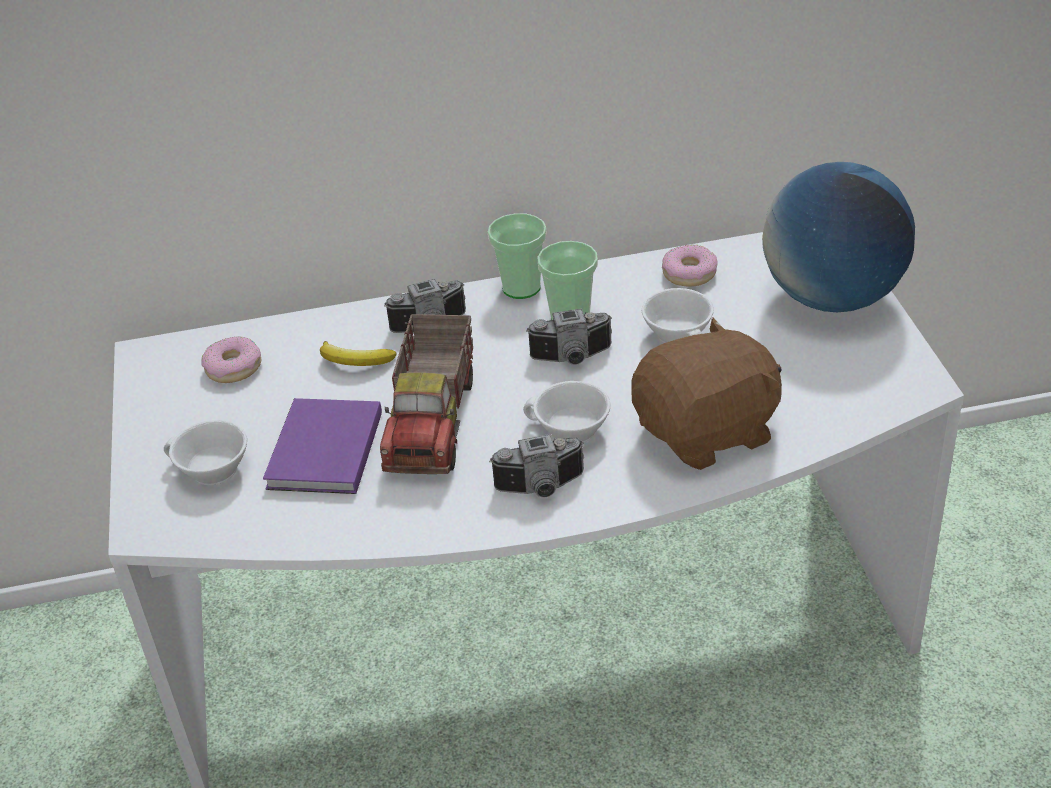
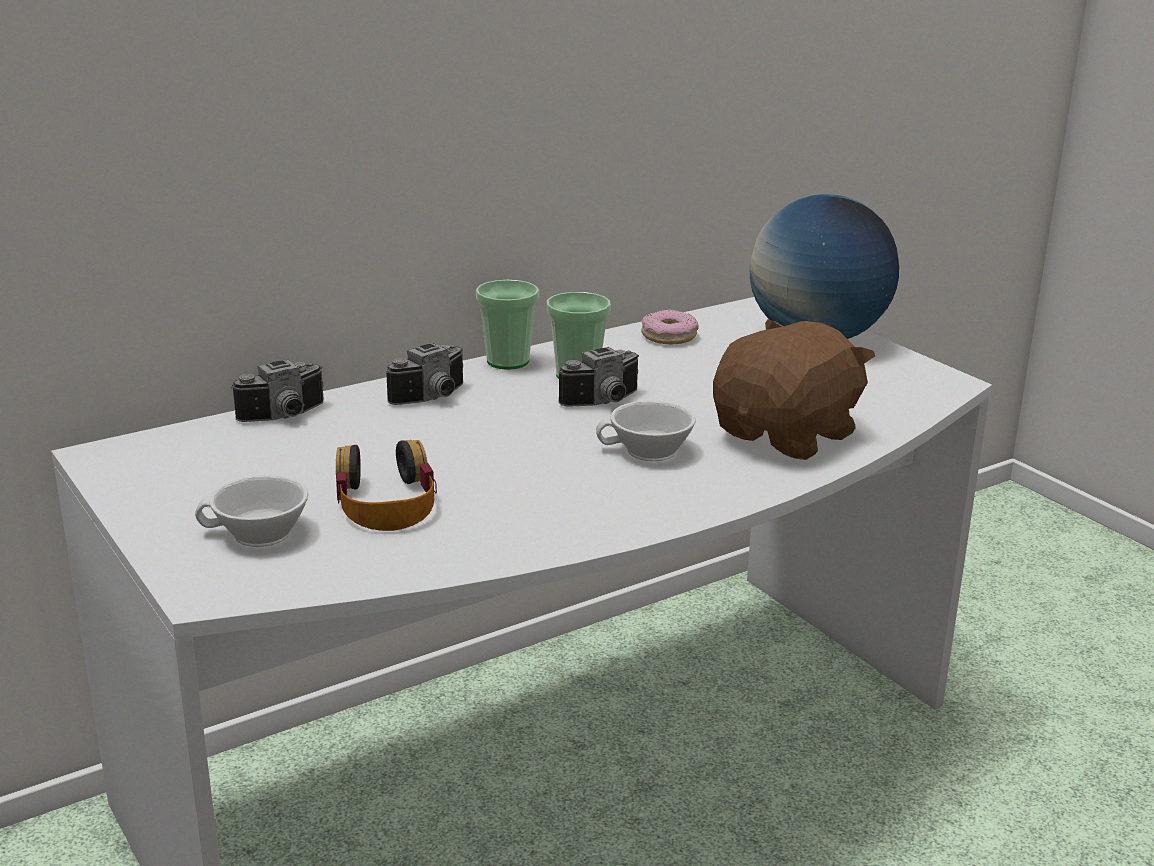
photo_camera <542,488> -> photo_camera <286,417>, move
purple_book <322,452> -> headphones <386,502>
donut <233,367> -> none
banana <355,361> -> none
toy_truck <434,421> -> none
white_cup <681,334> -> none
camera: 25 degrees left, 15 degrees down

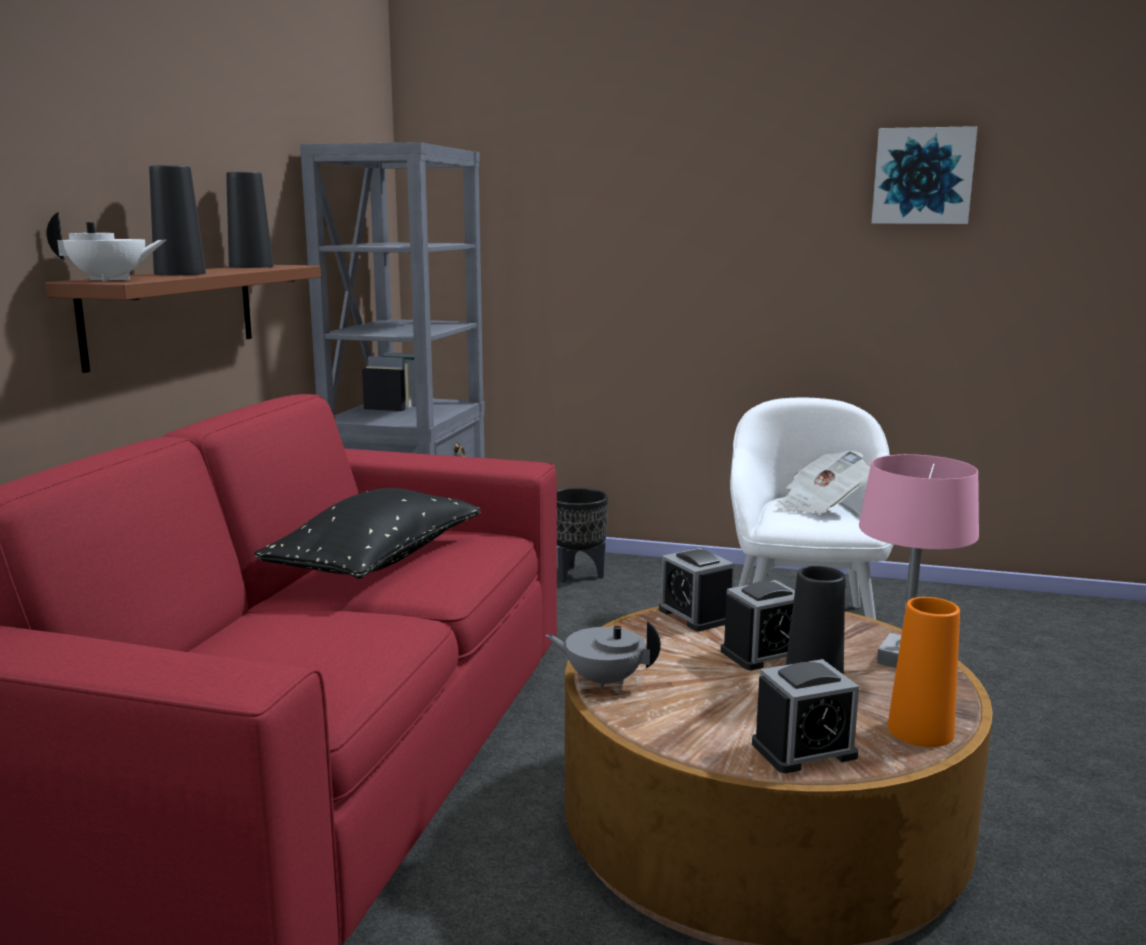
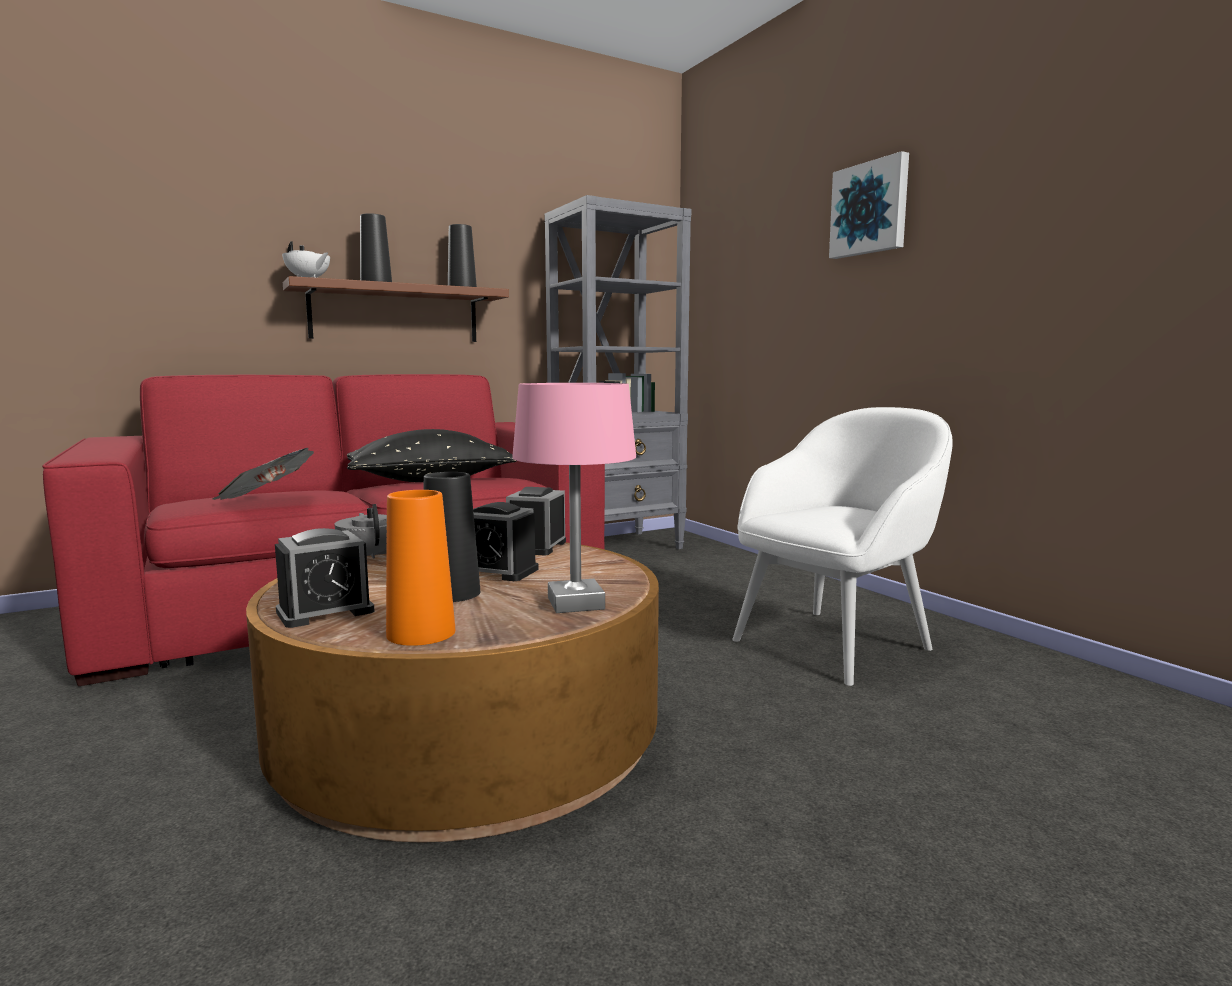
newspaper <820,506> -> newspaper <266,500>, move
alarm_clock <804,750> -> alarm_clock <325,612>, 60 degrees counterclockwise
picture <922,176> -> picture <870,209>, move
black_planter <578,575> -> none
camera: 45 degrees right, 5 degrees down

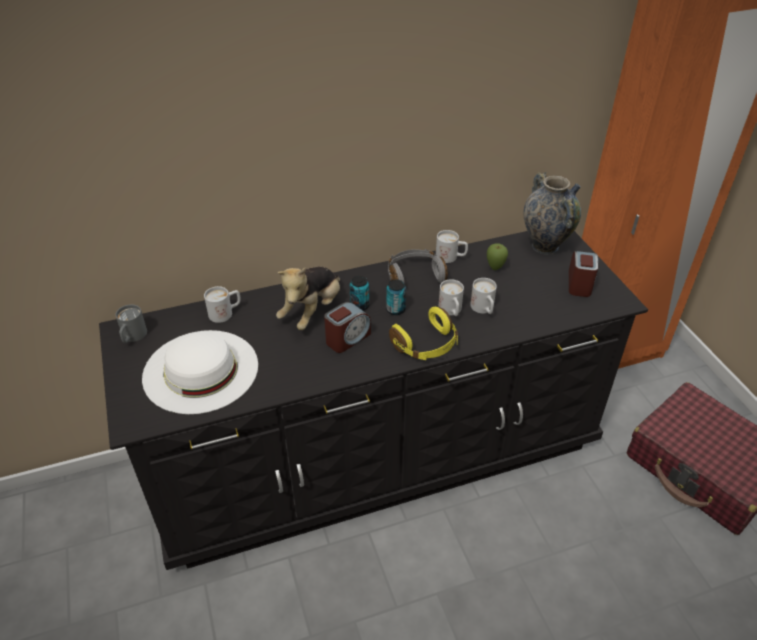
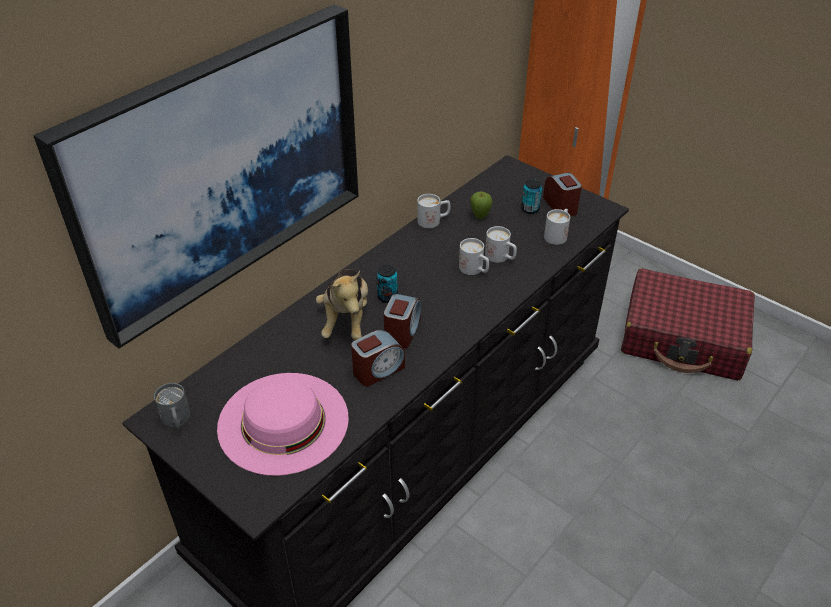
none -> picture <222,168>
white_hat <201,370> -> pink_hat <283,422>
none -> alarm_clock <378,370>
can <395,309> -> can <530,209>, move
white_mug <225,313> -> white_mug <557,235>, move
grey_headphones <414,276> -> none
yellow_headphones <426,345> -> none
vase <545,246> -> none
camera: 30 degrees left, 0 degrees up

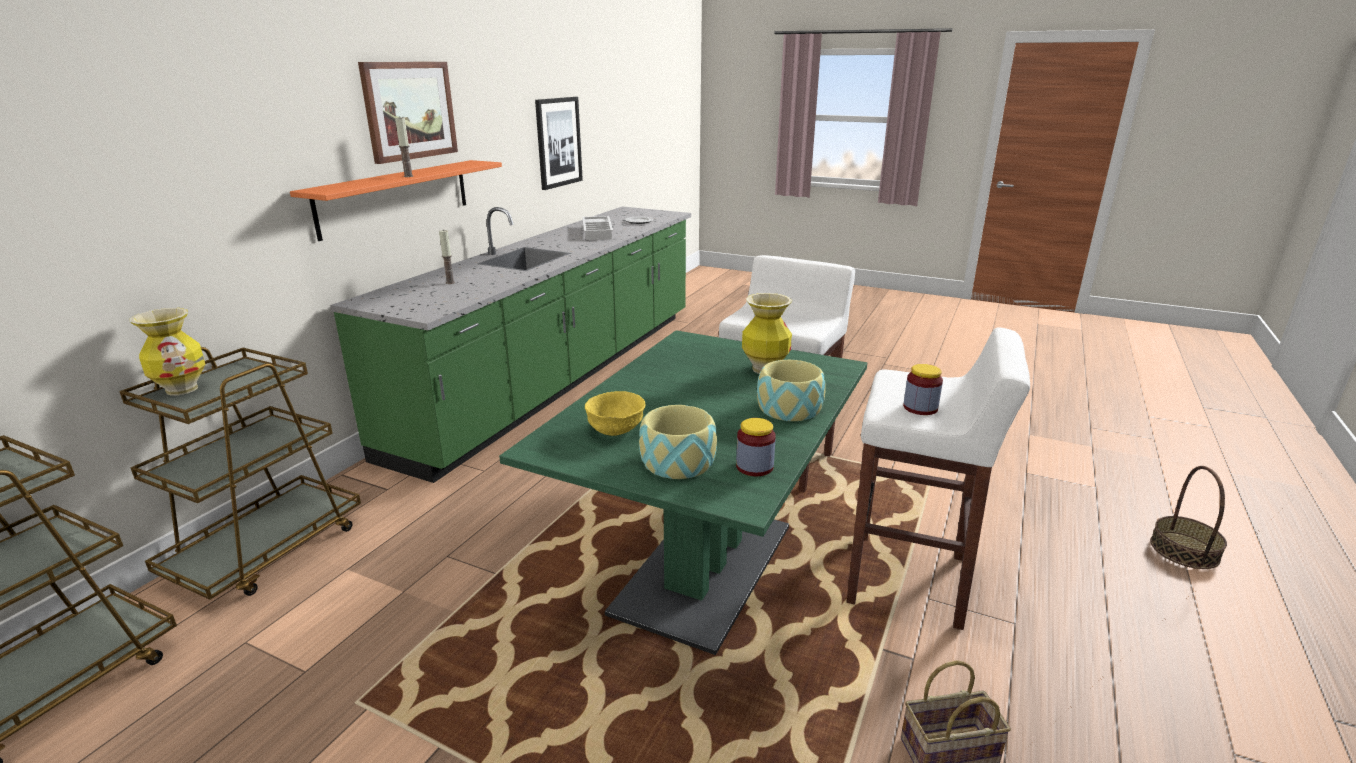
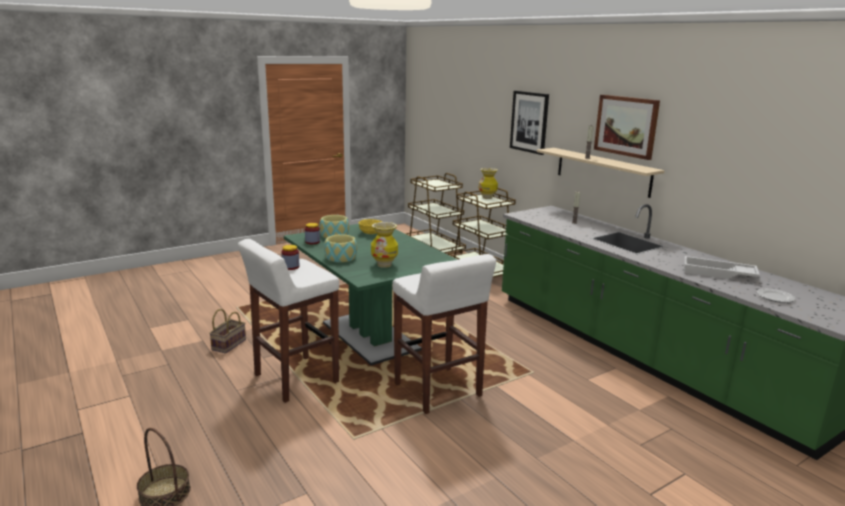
picture <558,142> -> picture <529,122>, move
orange_shelf <395,197> -> beige_shelf <602,171>
camera: 120 degrees right, 5 degrees down

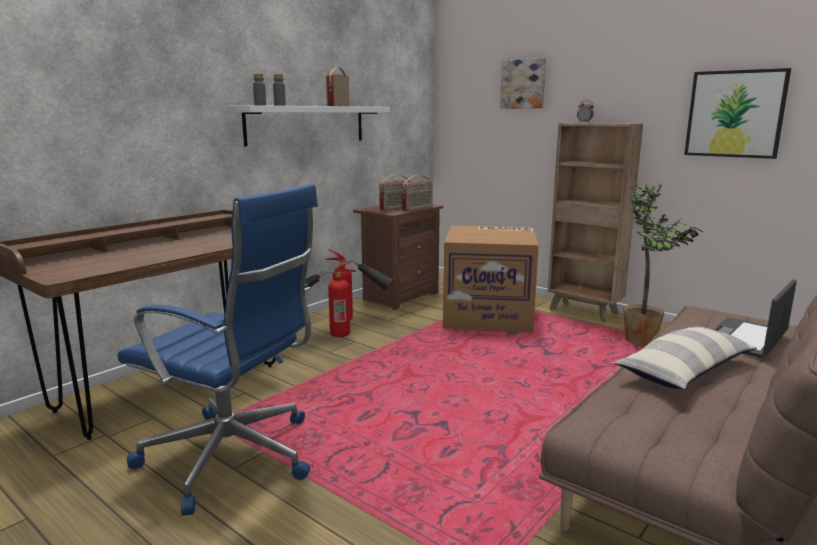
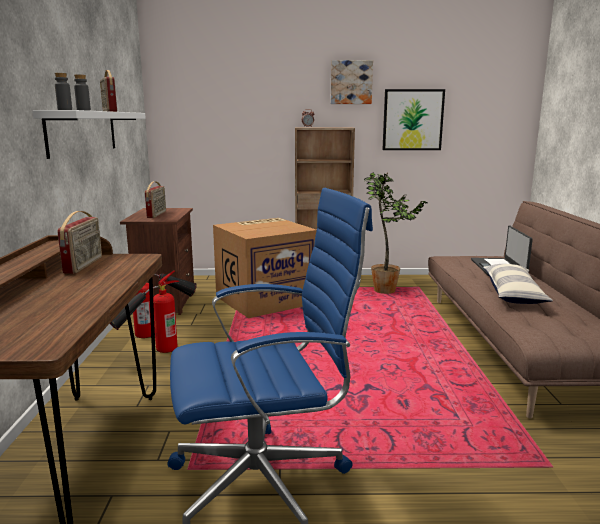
radio <418,208> -> radio <84,265>, move
picture <523,84> -> picture <351,82>, move
camera: 40 degrees left, 0 degrees up

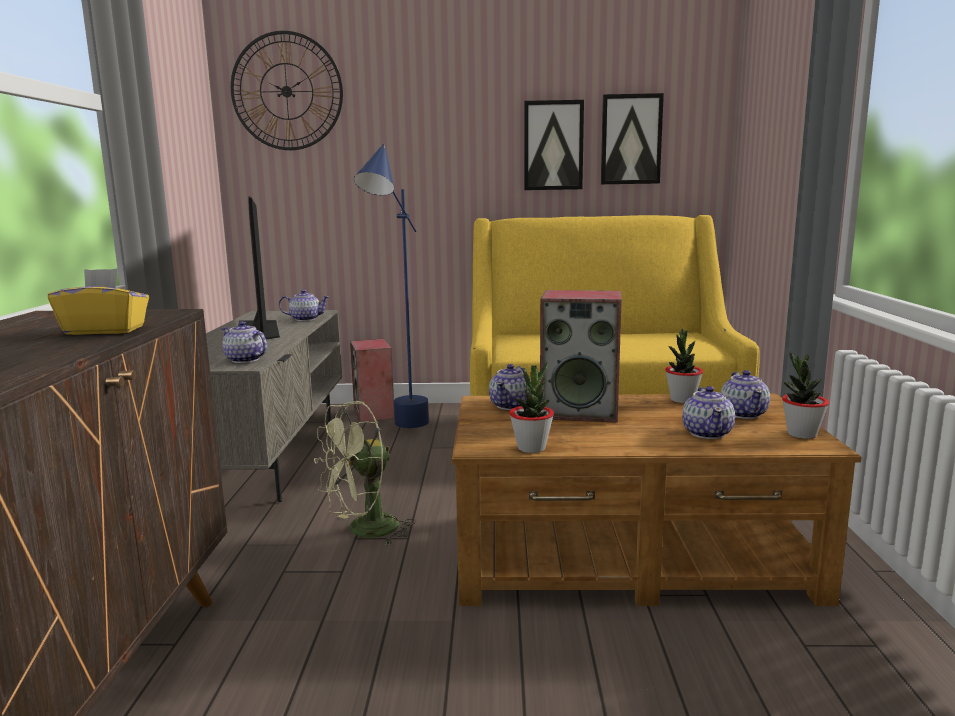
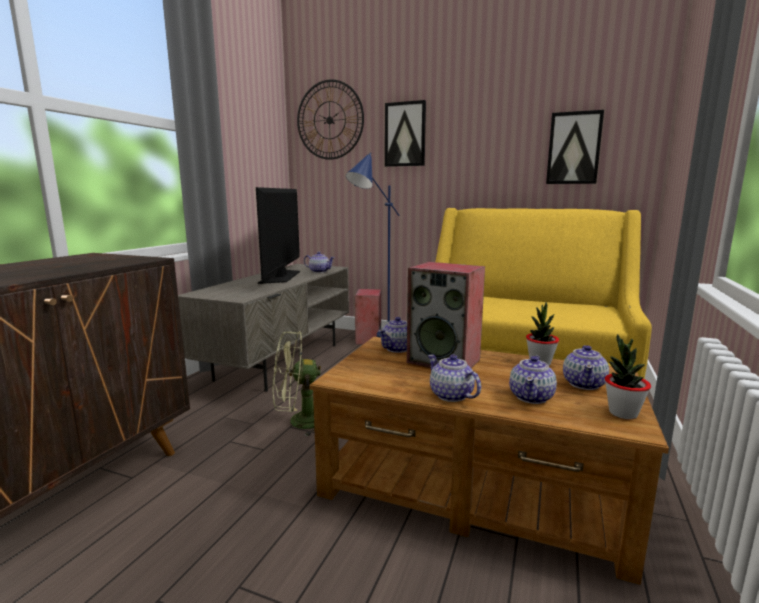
picture <553,145> -> picture <405,134>, move
teapot <245,360> -> teapot <451,395>, move
yellow_tissue_box <105,330> -> none
potted_plant <531,448> -> none
camera: 20 degrees right, 0 degrees up

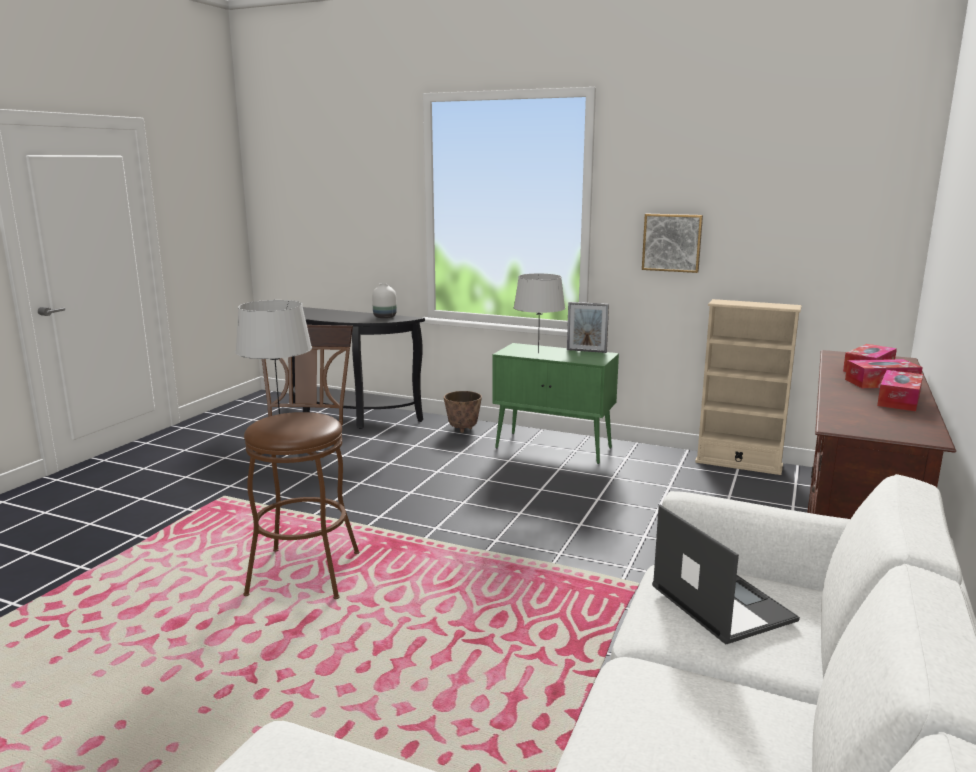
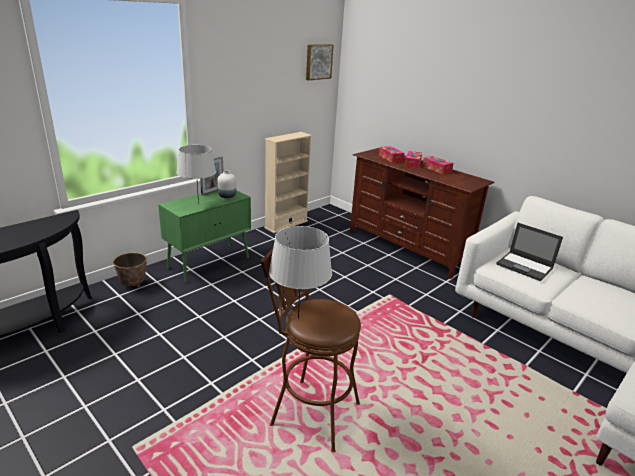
white_vase <385,317> -> white_vase <227,196>, move
picture <672,242> -> picture <318,61>, move
laptop <720,602> -> laptop <525,266>, 135 degrees counterclockwise
camera: 70 degrees left, 10 degrees up

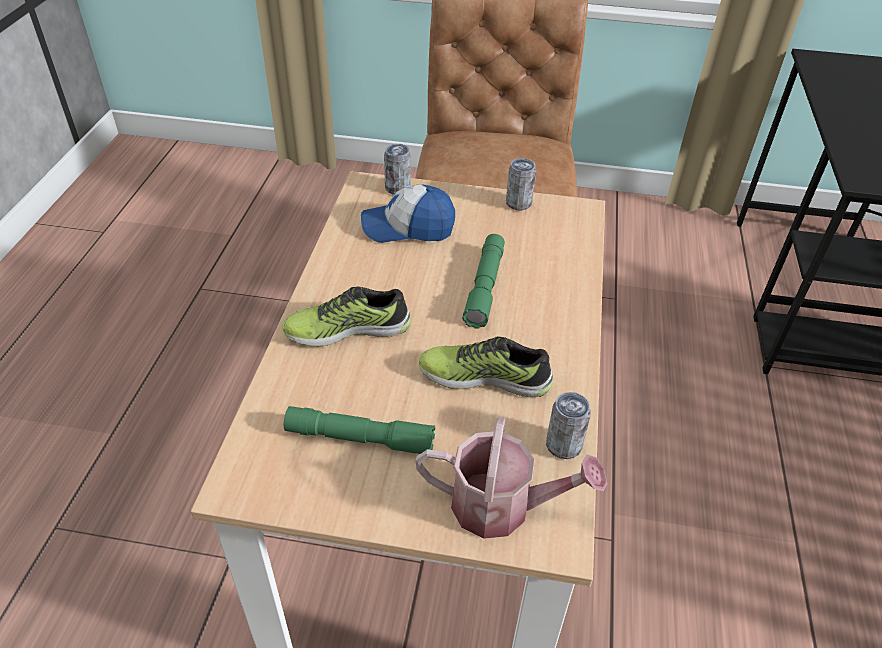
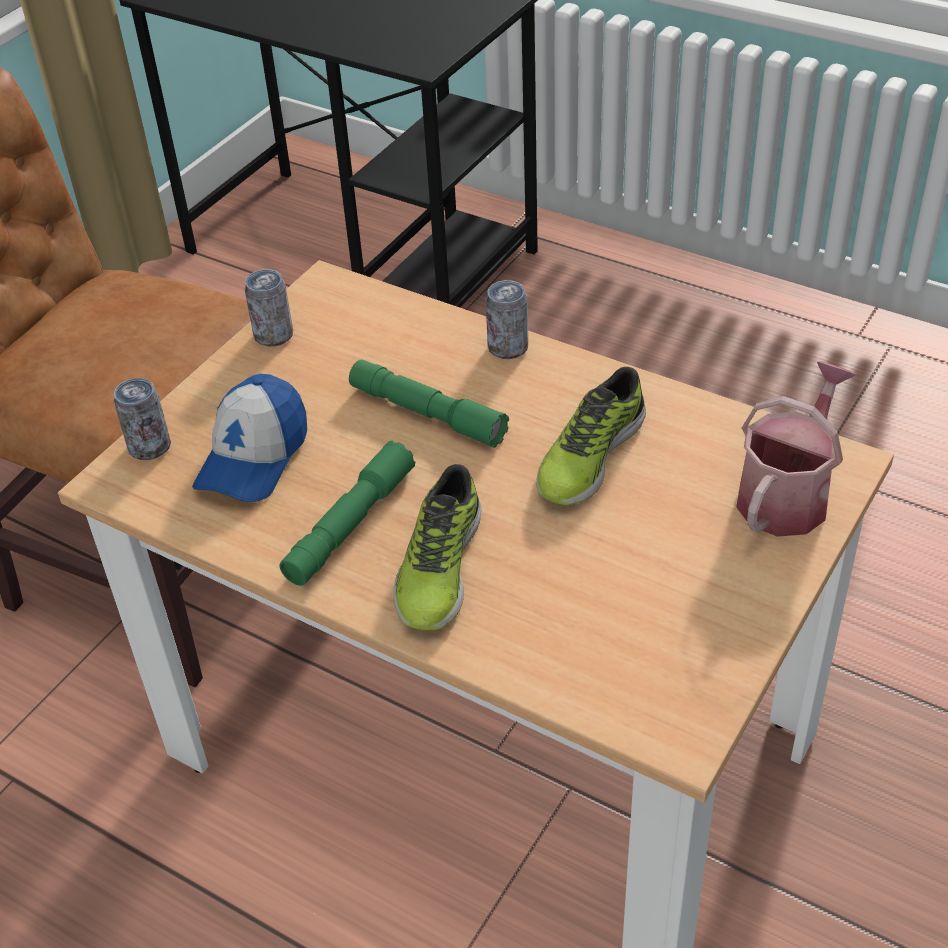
green_flashlight <360,438> -> green_flashlight <350,525>, move
can <563,445> -> can <508,348>, move
camera: 65 degrees left, 0 degrees up

